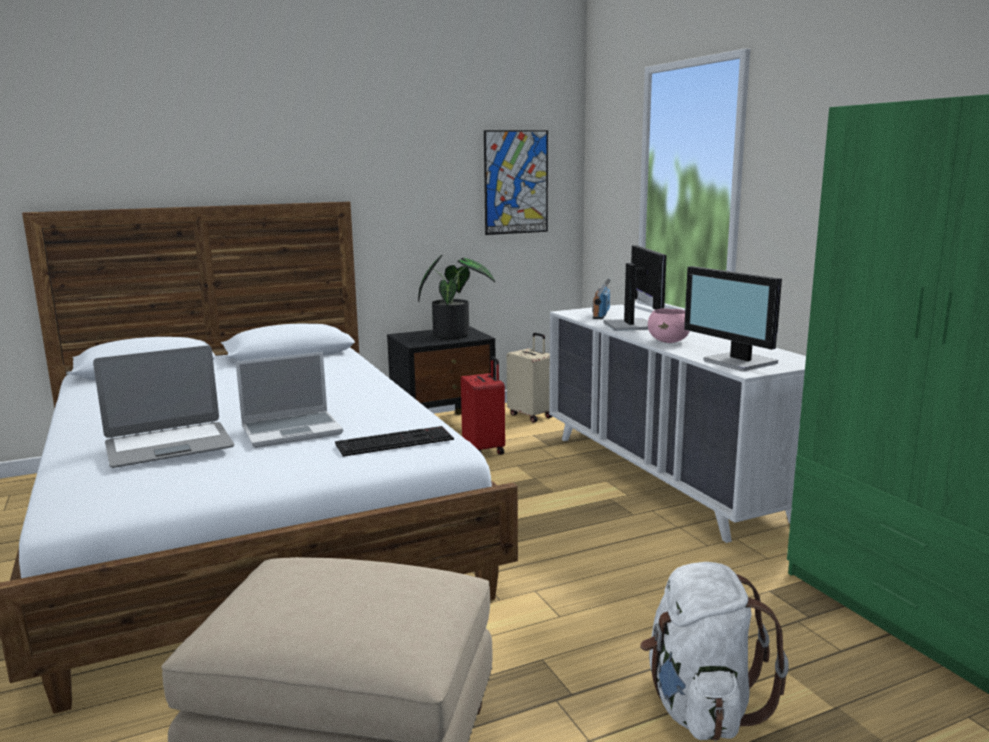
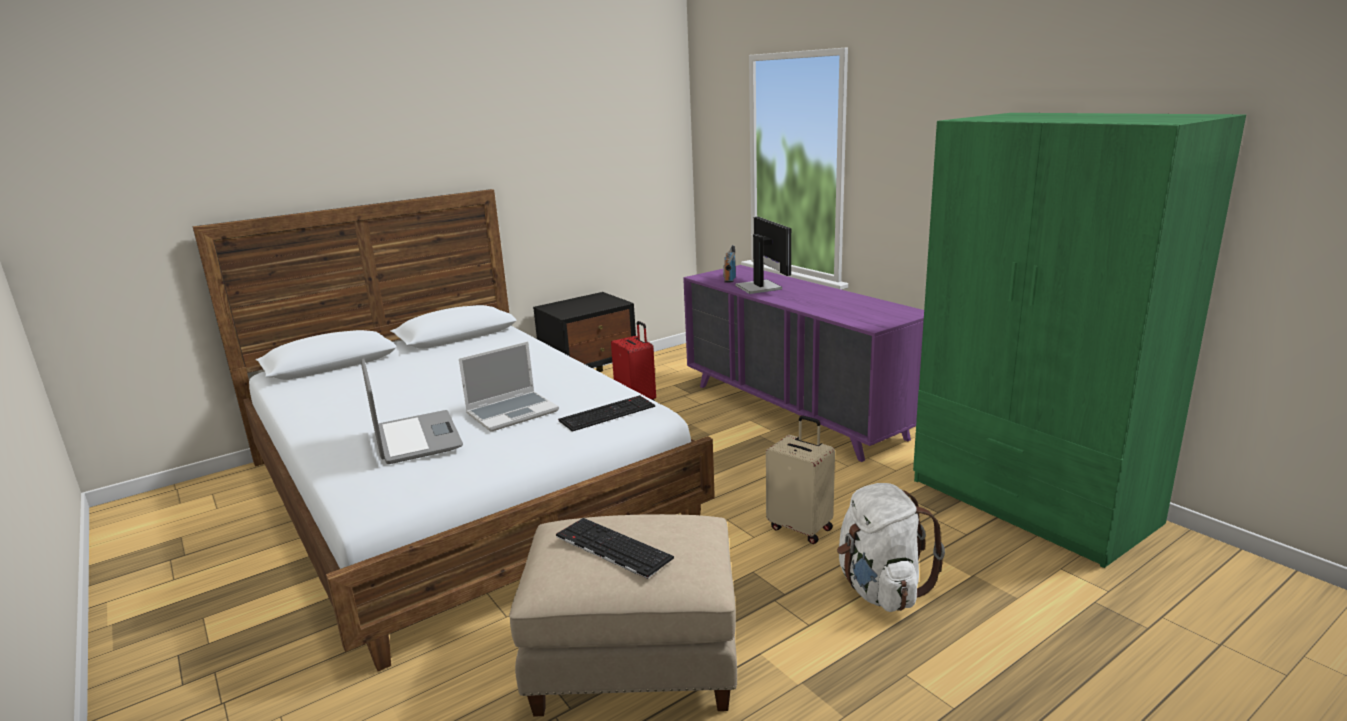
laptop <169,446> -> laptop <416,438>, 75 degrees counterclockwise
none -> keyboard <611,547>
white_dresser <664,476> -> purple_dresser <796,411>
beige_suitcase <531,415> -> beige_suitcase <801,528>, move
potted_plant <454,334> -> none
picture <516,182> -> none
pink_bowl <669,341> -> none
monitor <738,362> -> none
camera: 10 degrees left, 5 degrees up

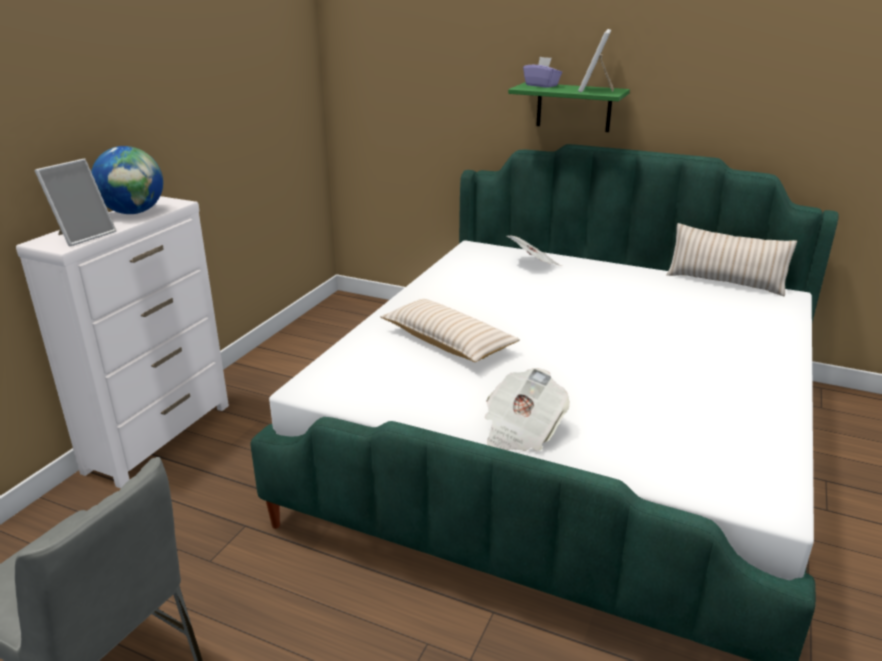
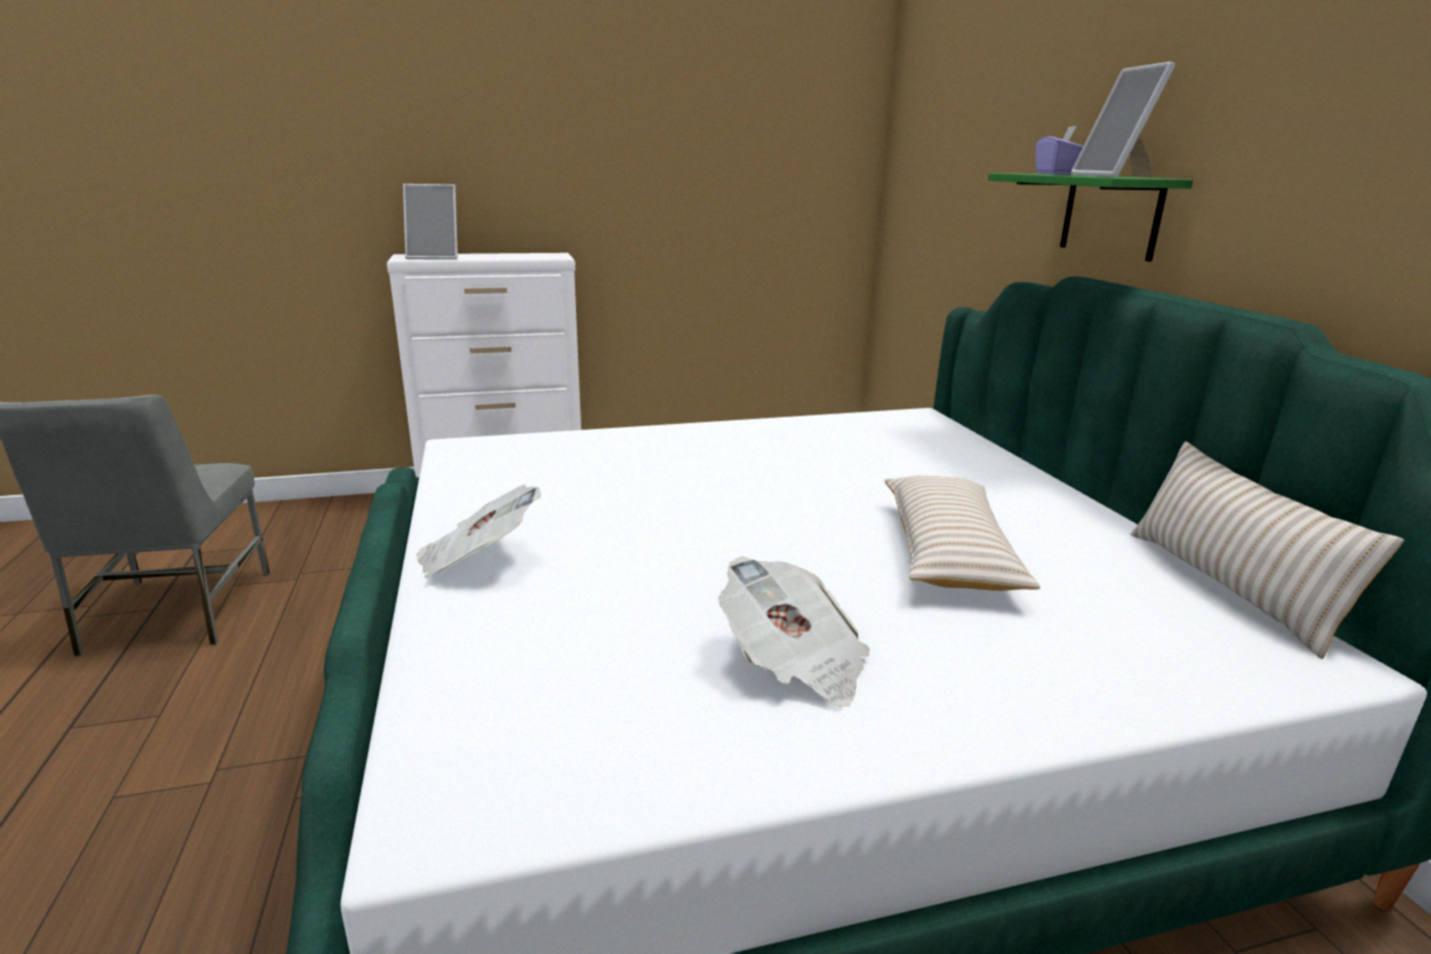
newspaper <533,265> -> newspaper <794,664>, move
beige_pillow <447,342> -> beige_pillow <948,551>, move
picture_frame <595,90> -> picture_frame <1115,176>, 75 degrees counterclockwise
globe <134,212> -> none
camera: 50 degrees right, 5 degrees down

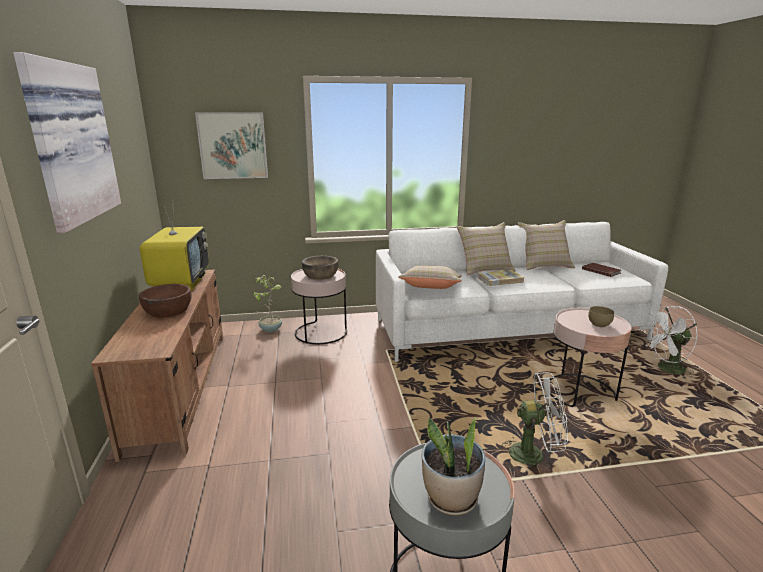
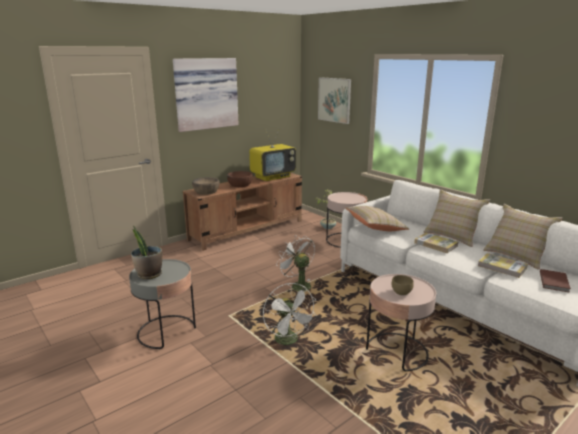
brown_bowl <320,275> -> brown_bowl <206,191>, move
white_fan <666,369> -> white_fan <297,285>, move
none -> book <502,267>
camera: 60 degrees right, 0 degrees up

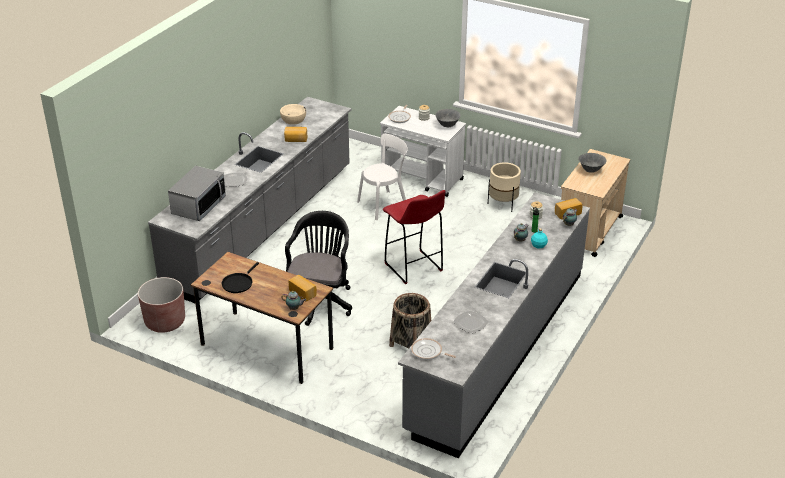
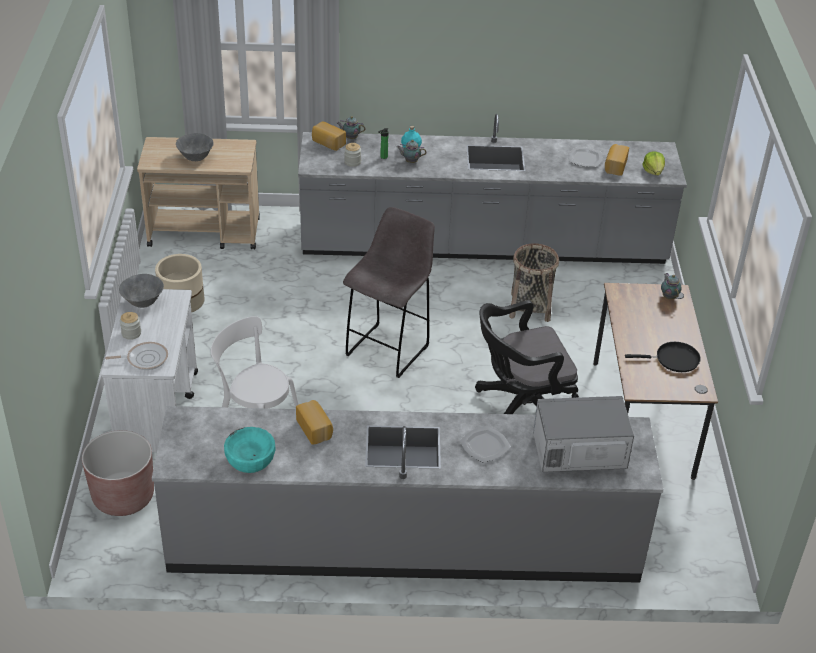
brown_planter <165,322> -> brown_planter <123,496>, move
beige_bowl <293,119> -> turquoise_bowl <250,459>
red_stool <414,268> -> grey_stool <389,349>
bread <303,293> -> bread <615,166>, move
frying_pan <428,352> -> lettuce <653,171>
camera: 120 degrees left, 5 degrees up

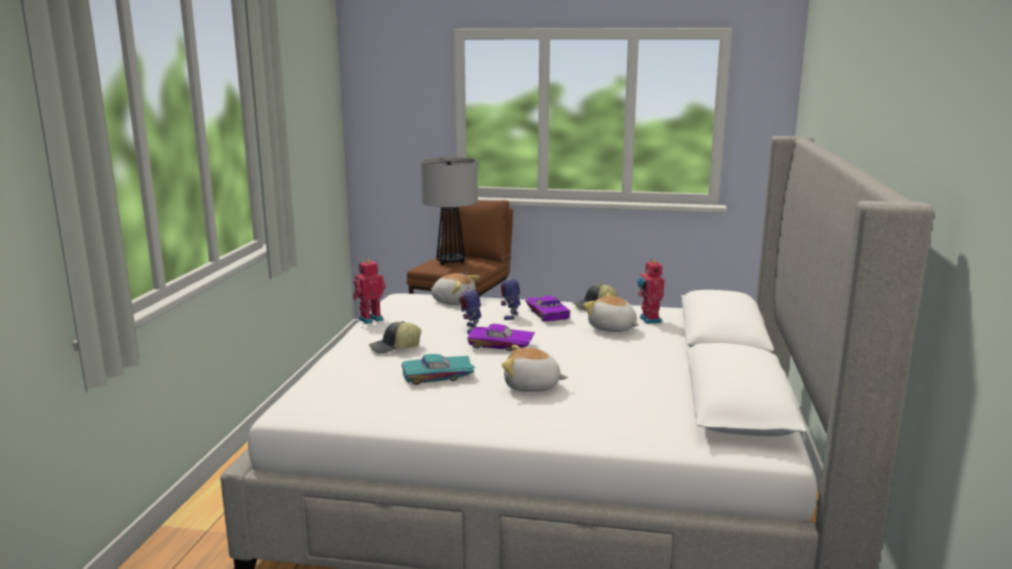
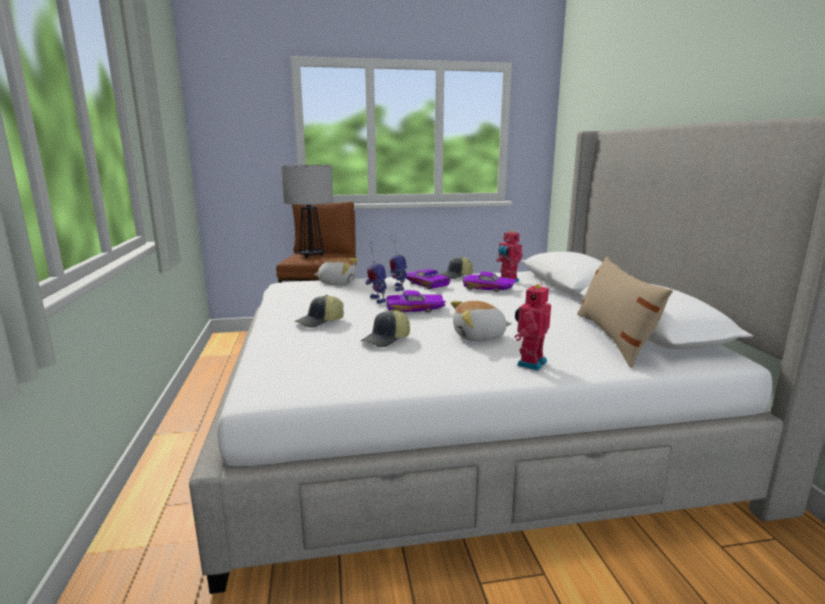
turquoise_toy_car <438,377> -> cap <387,340>
plush_toy <612,328> -> purple_toy_car <488,288>
toy_robot <370,319> -> toy_robot <529,363>, move
none -> beige_pillow <613,338>
camera: 20 degrees left, 0 degrees up

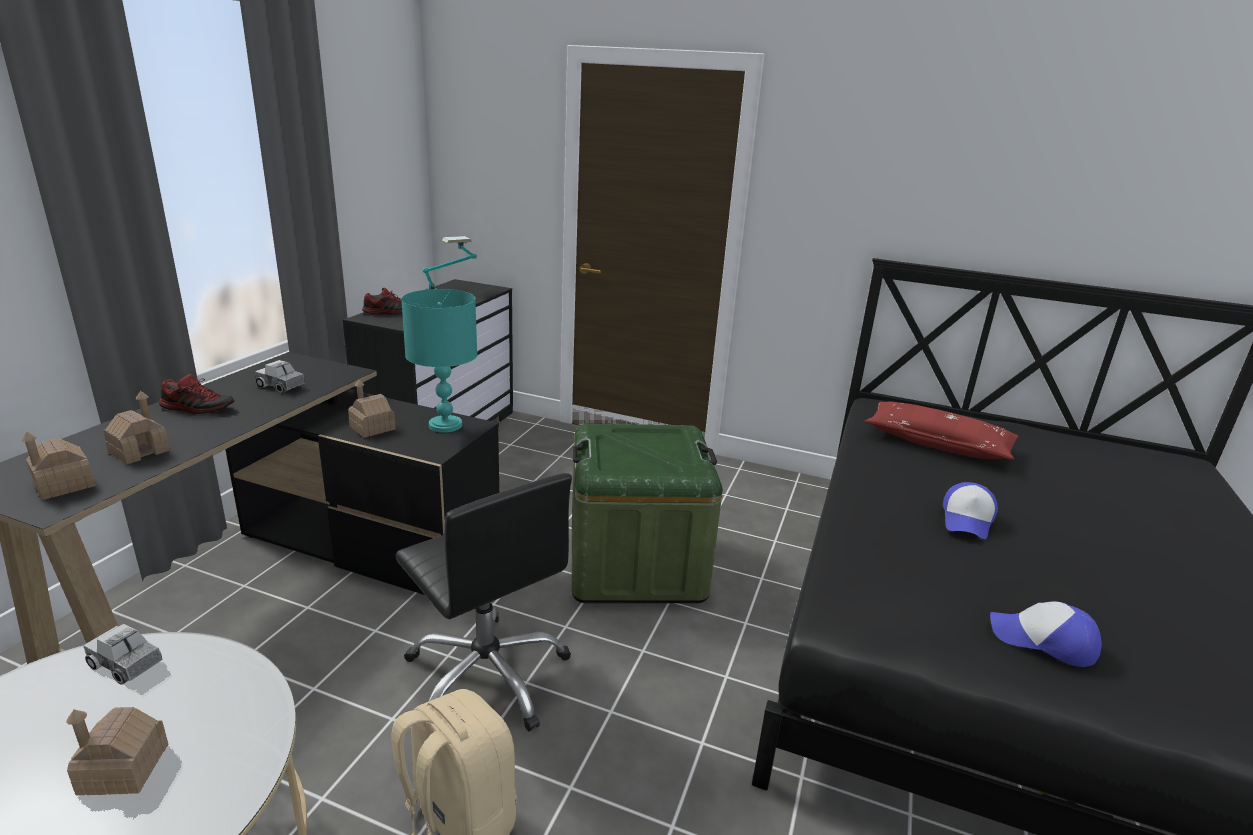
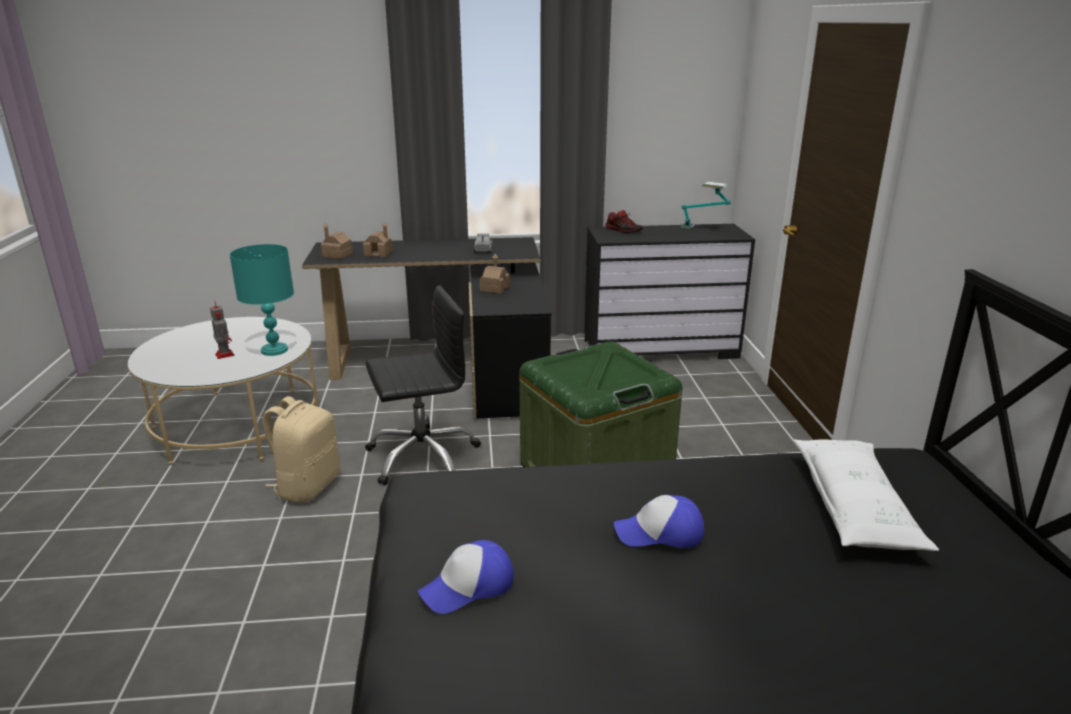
toy_house <123,769> -> toy_robot <224,354>
turquoise_table_lamp <445,425> -> turquoise_table_lamp <273,350>, move
black_office_chair <487,675> -> black_office_chair <422,456>, 135 degrees counterclockwise
cap <1042,640> -> cap <468,587>, 120 degrees counterclockwise
red_pillow <937,443> -> white_pillow <854,507>
toy_truck <126,664> -> none
shoe <198,408> -> none
camera: 65 degrees right, 0 degrees up

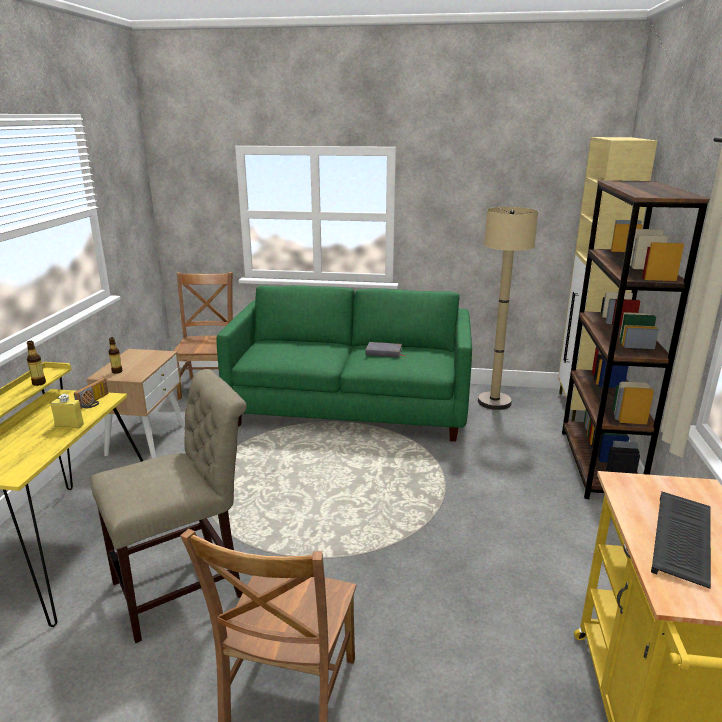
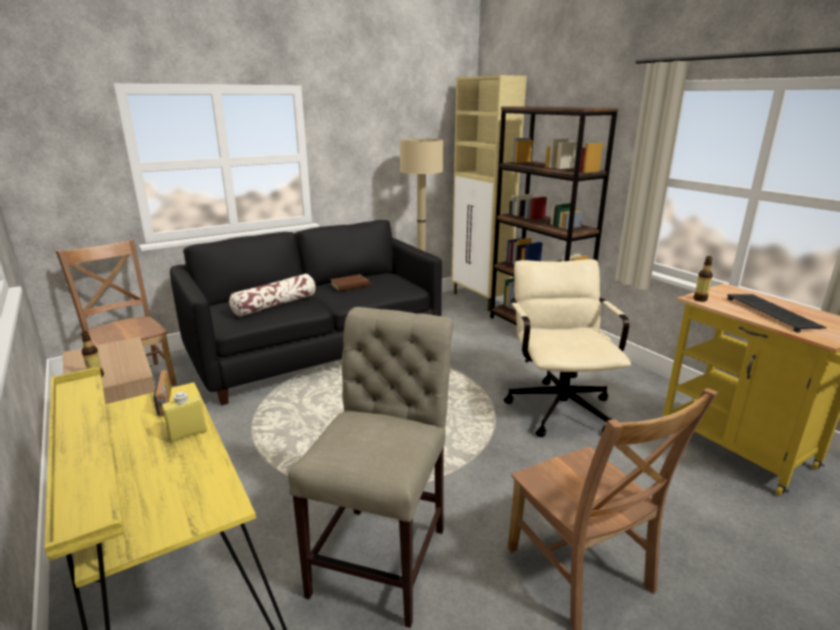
green_sofa <351,408> -> black_sofa <317,351>
none -> pillow <275,305>
grey_book <384,352> -> brown_book <350,285>
none -> beige_office_chair <558,404>
bottle <39,383> -> bottle <700,299>, move
camera: 40 degrees left, 0 degrees up

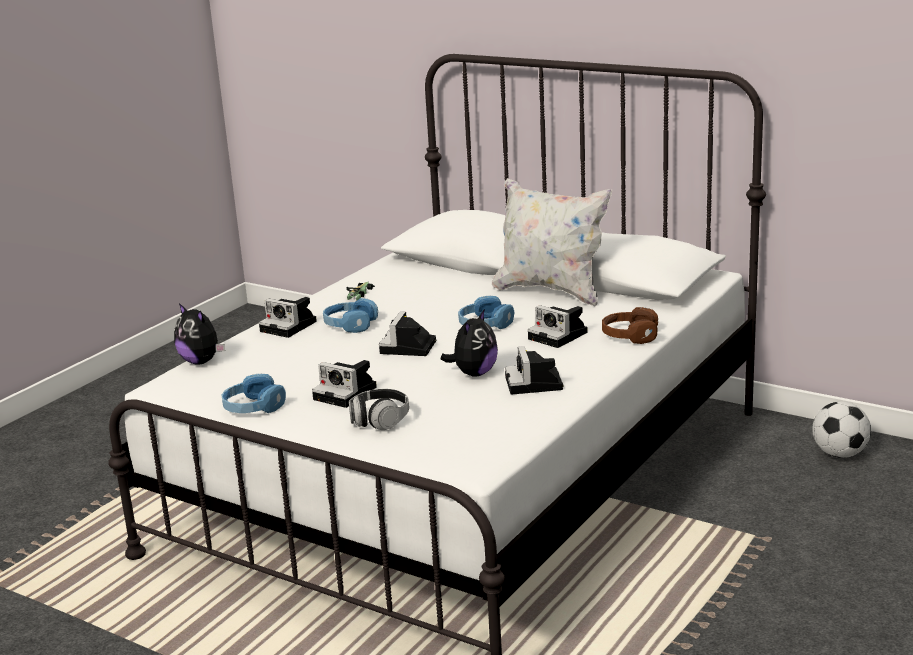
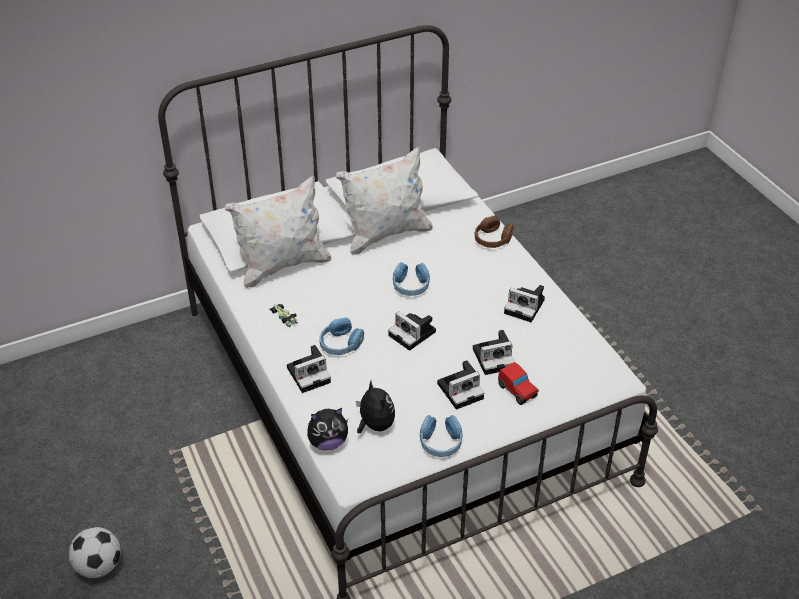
football <839,454> -> football <99,566>, move
none -> white_pillow <282,266>
plush_toy <474,373> -> plush_toy <375,425>, move
photo_camera <560,336> -> photo_camera <494,357>, move
headphones <380,420> -> toy_car <517,391>
camera: 60 degrees left, 20 degrees up

